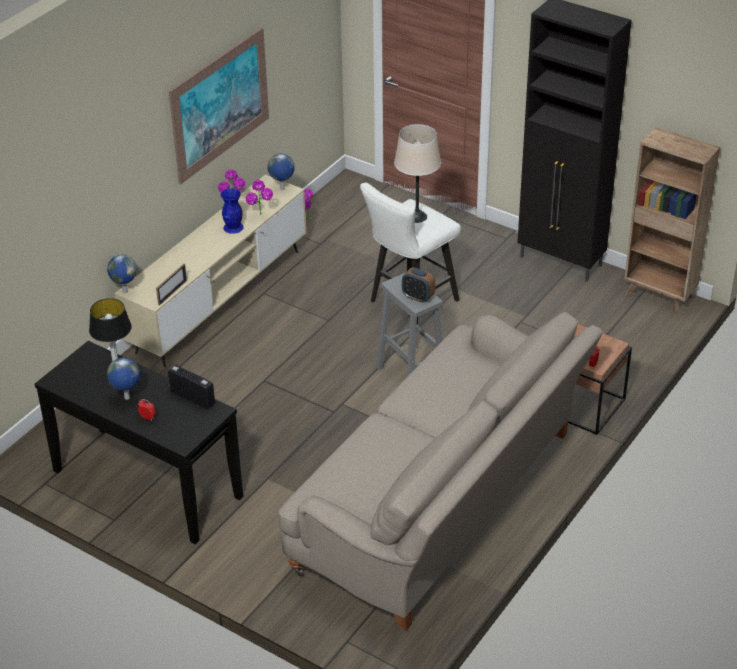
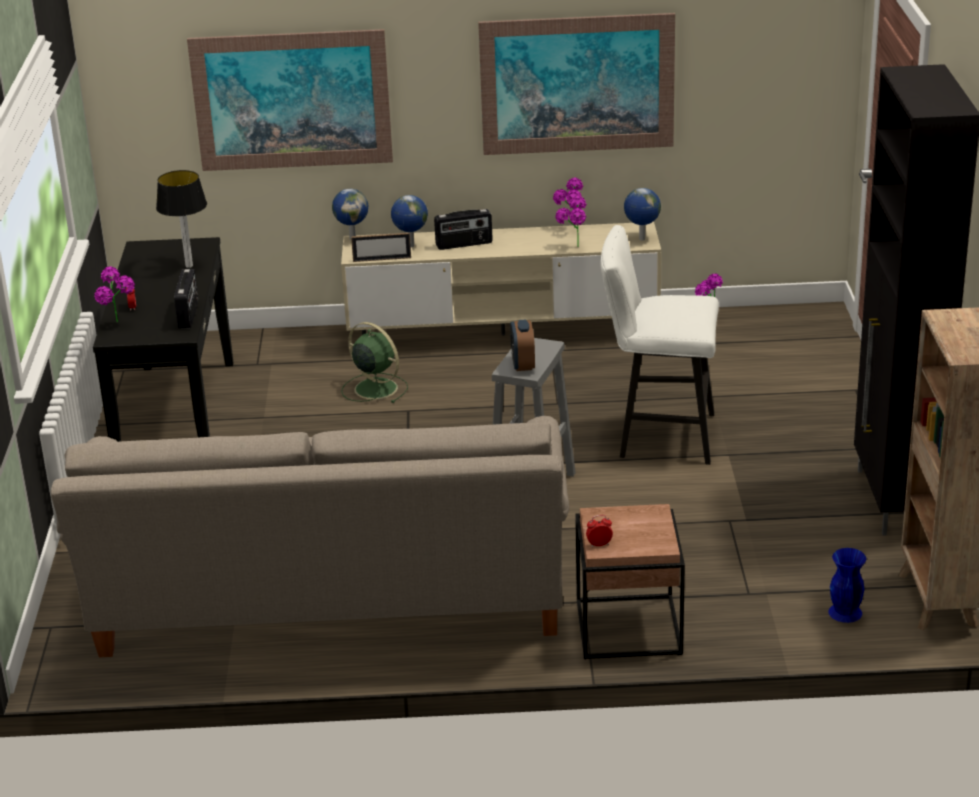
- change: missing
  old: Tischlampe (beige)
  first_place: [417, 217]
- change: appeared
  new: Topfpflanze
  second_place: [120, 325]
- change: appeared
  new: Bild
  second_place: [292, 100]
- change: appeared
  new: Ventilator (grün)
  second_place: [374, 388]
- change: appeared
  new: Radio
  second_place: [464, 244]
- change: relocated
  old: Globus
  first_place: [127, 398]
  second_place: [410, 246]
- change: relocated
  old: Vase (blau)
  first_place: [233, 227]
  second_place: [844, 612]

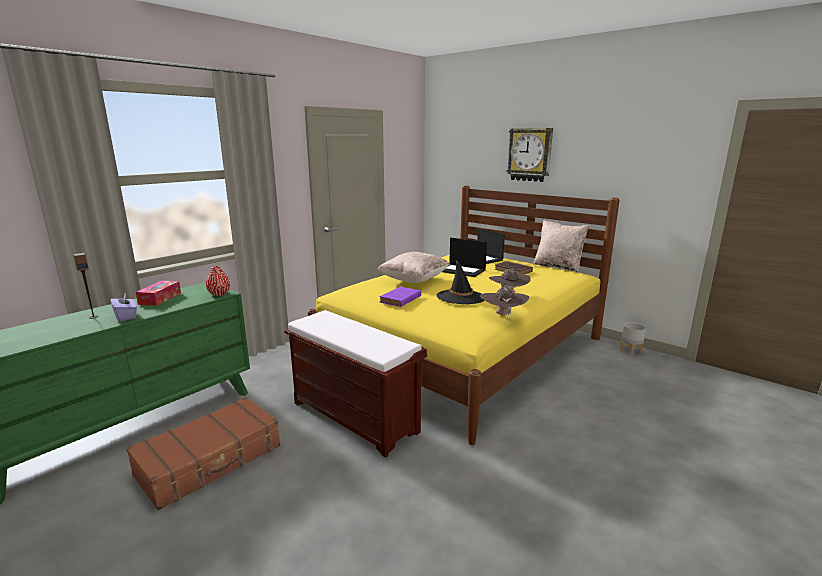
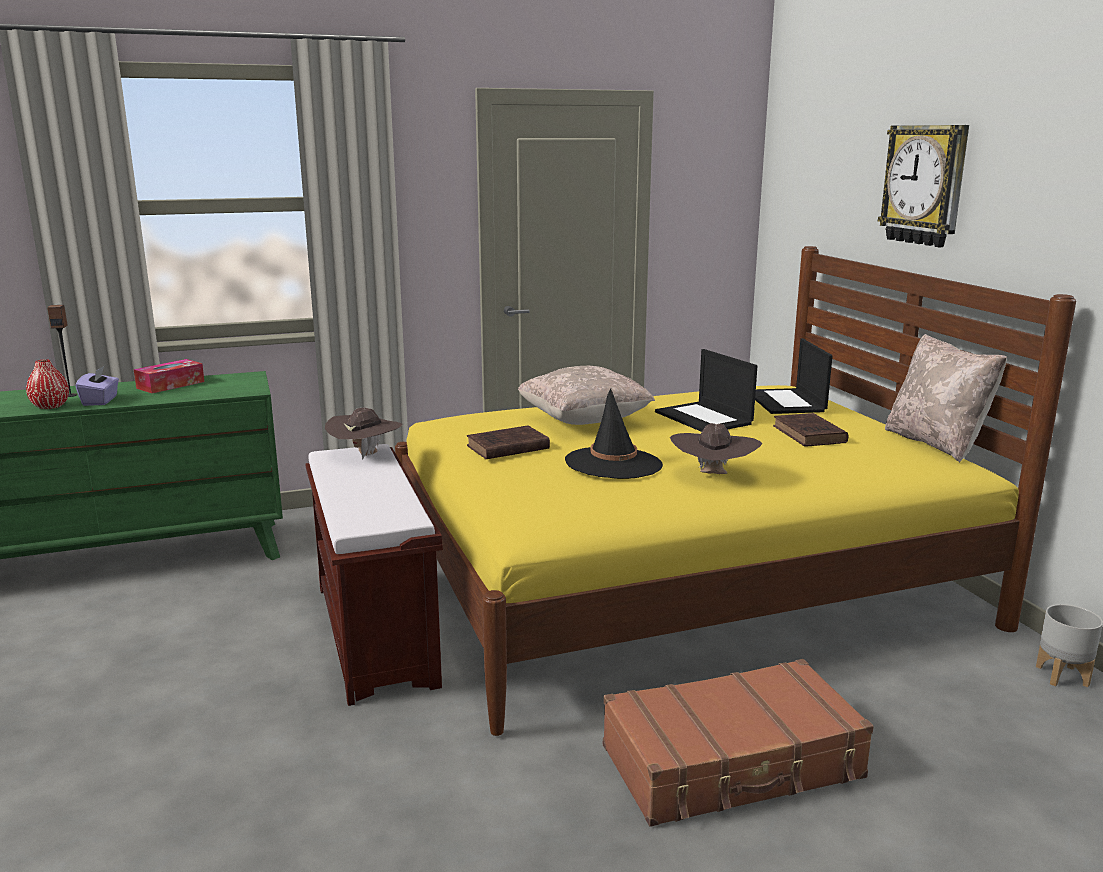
- change: relocated
  old: Koffer (braun)
  first_place: [210, 460]
  second_place: [733, 763]
- change: relocated
  old: Vase (rot)
  first_place: [219, 294]
  second_place: [50, 406]
- change: relocated
  old: Hut (braun)
  first_place: [503, 315]
  second_place: [365, 455]
- change: colour
  old: Buch (lila)
  new: Buch (braun)
  first_place: [400, 299]
  second_place: [506, 448]

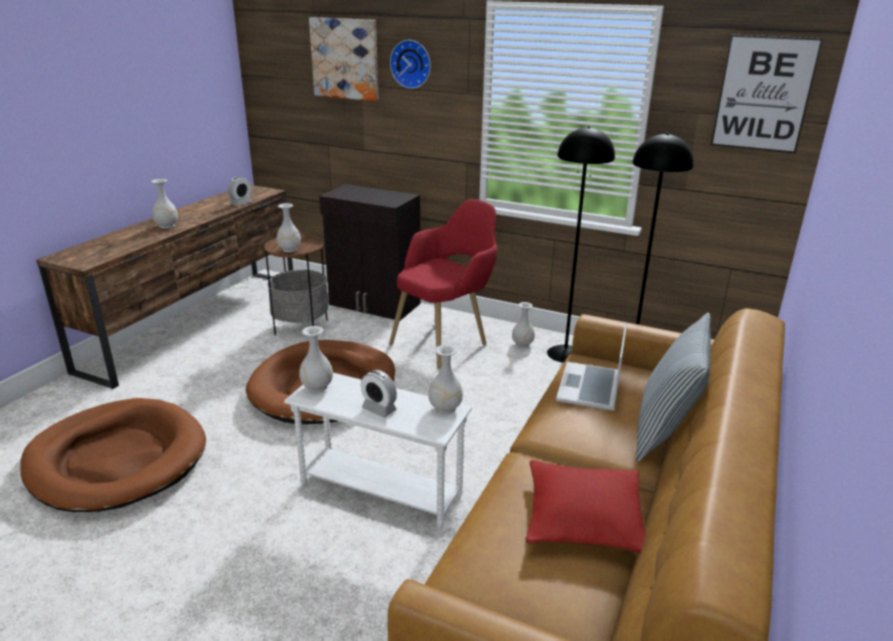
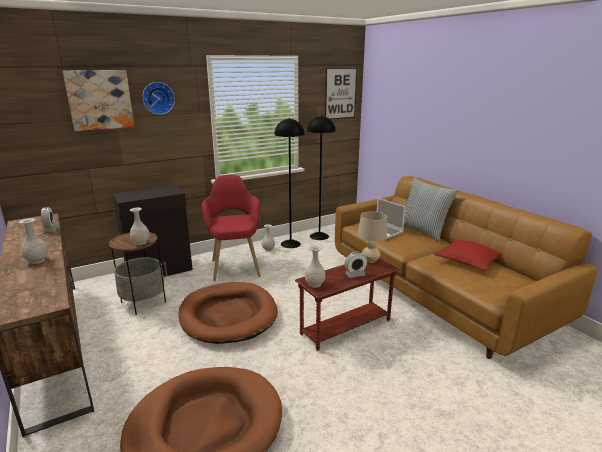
- change: exchanged
  old: Vase (weiß)
  new: Tischlampe (beige)
  first_place: [445, 408]
  second_place: [370, 260]
- change: colour
  old: Beistelltisch (weiß)
  new: Beistelltisch (braun)
  first_place: [381, 489]
  second_place: [345, 327]

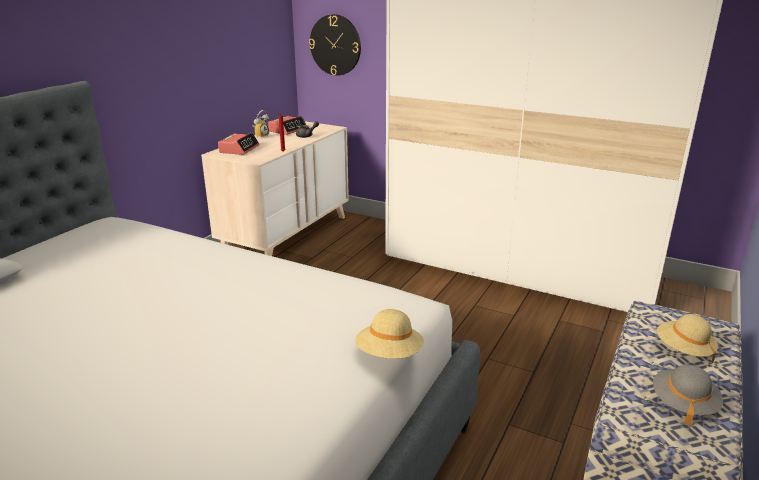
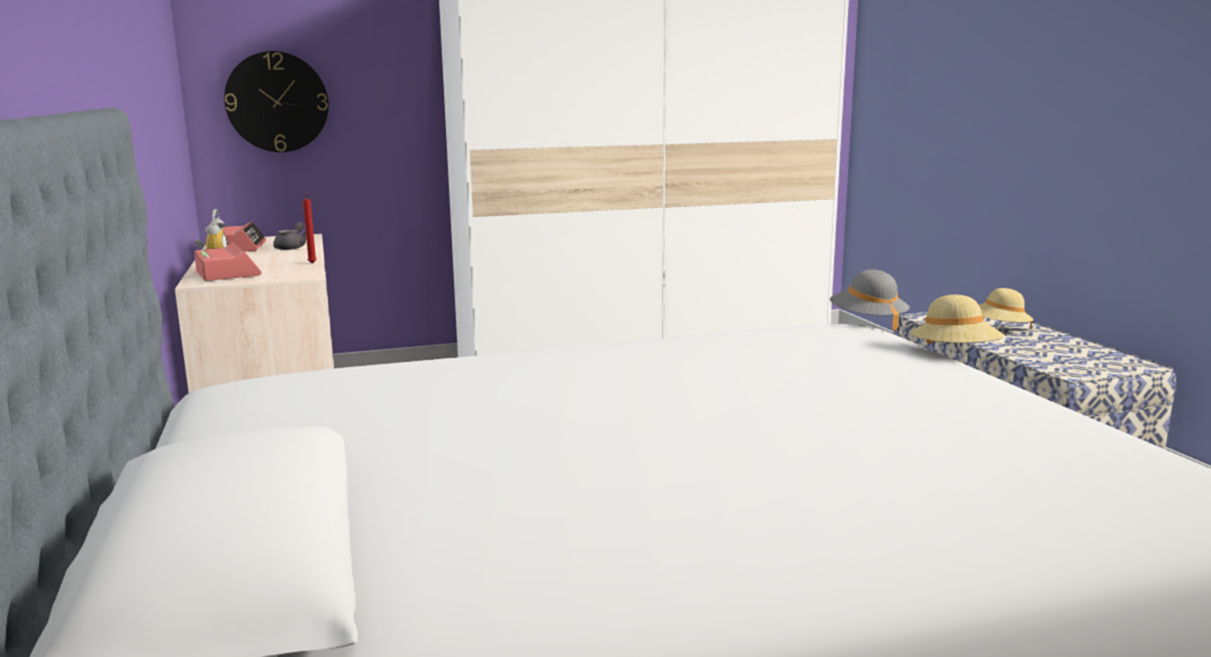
- change: relocated
  old: Hut (grau)
  first_place: [683, 404]
  second_place: [867, 322]

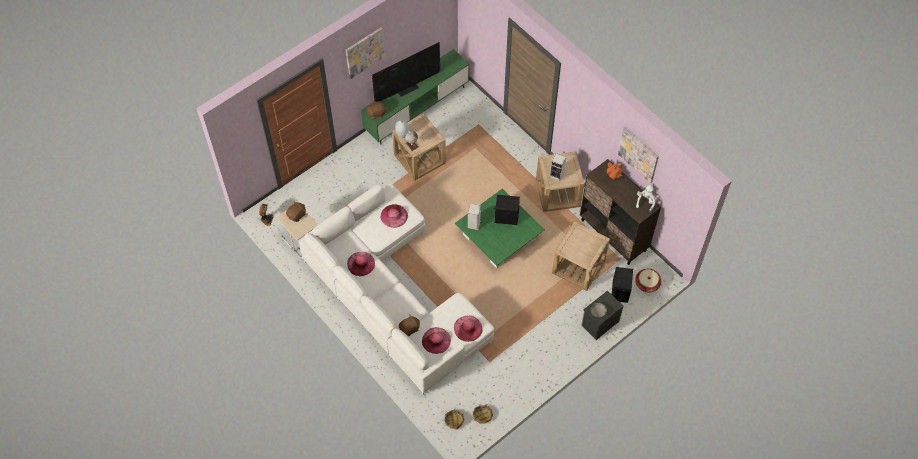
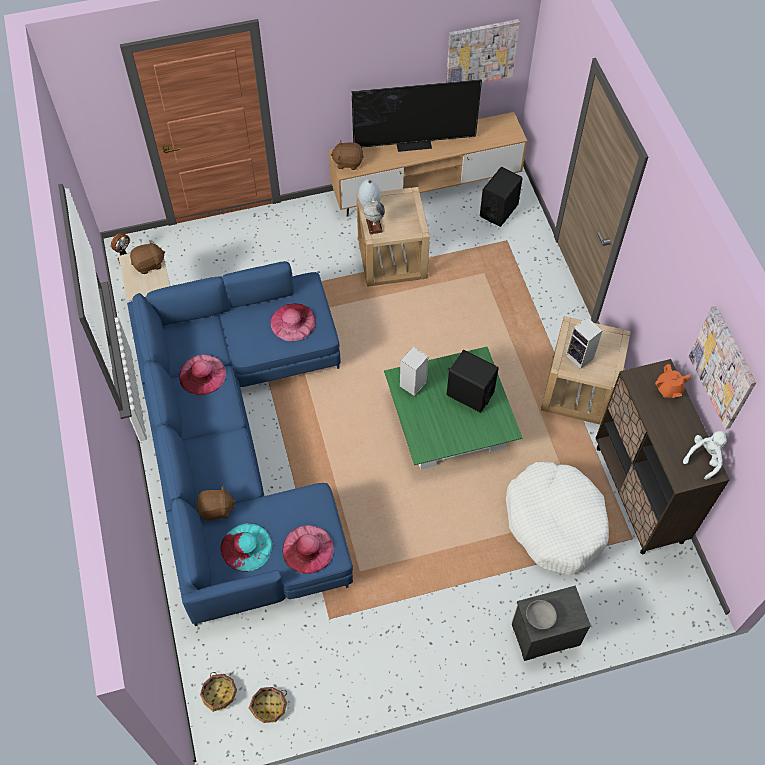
- change: missing
  old: Korb
  first_place: [647, 284]
- change: relocated
  old: Bild
  first_place: [364, 52]
  second_place: [481, 53]
- change: relocated
  old: Lautsprecher (schwarz)
  first_place: [620, 291]
  second_place: [498, 210]
- change: exchanged
  old: Beistelltisch (beige)
  new: Hundebett (weiß)
  first_place: [578, 267]
  second_place: [555, 522]
- change: colour
  old: Sofa (weiß)
  new: Sofa (blau)
  first_place: [392, 295]
  second_place: [239, 444]
- change: colour
  old: Fernsehschrank (grün)
  new: Fernsehschrank (braun)
  first_place: [417, 110]
  second_place: [426, 188]
- change: colour
  old: Hut (rosa)
  new: Hut (türkis)
  first_place: [436, 340]
  second_place: [246, 547]

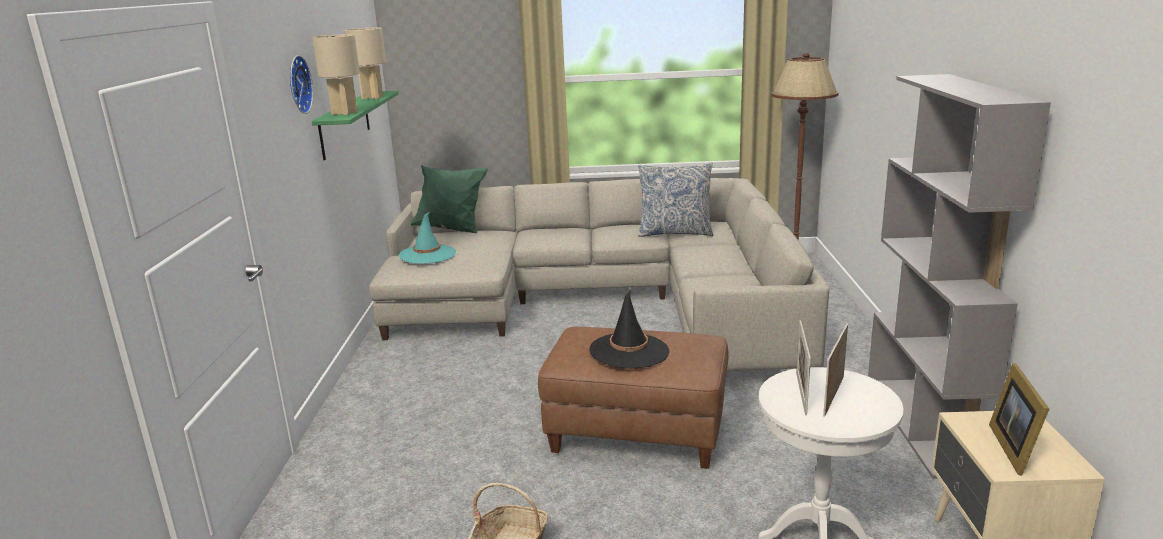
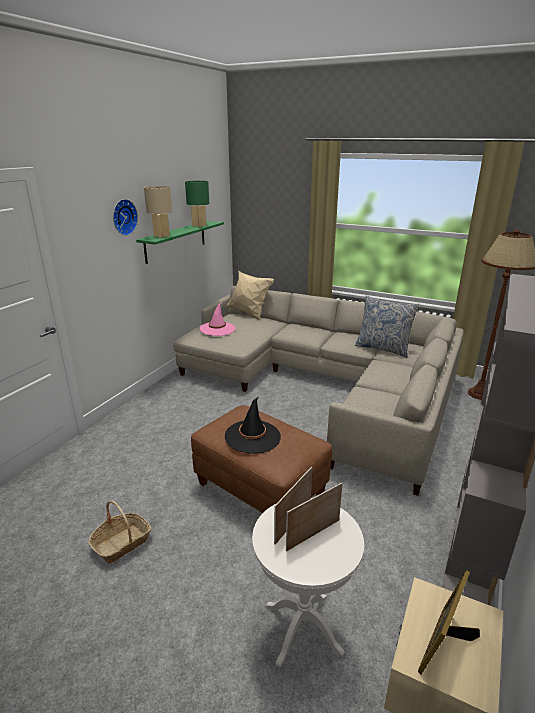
- change: colour
  old: Tischlampe (beige)
  new: Tischlampe (grün)
  first_place: [373, 97]
  second_place: [199, 226]
- change: colour
  old: Hut (türkis)
  new: Hut (rosa)
  first_place: [427, 254]
  second_place: [217, 329]
- change: colour
  old: Kissen (grün)
  new: Kissen (beige)
  first_place: [451, 229]
  second_place: [248, 314]

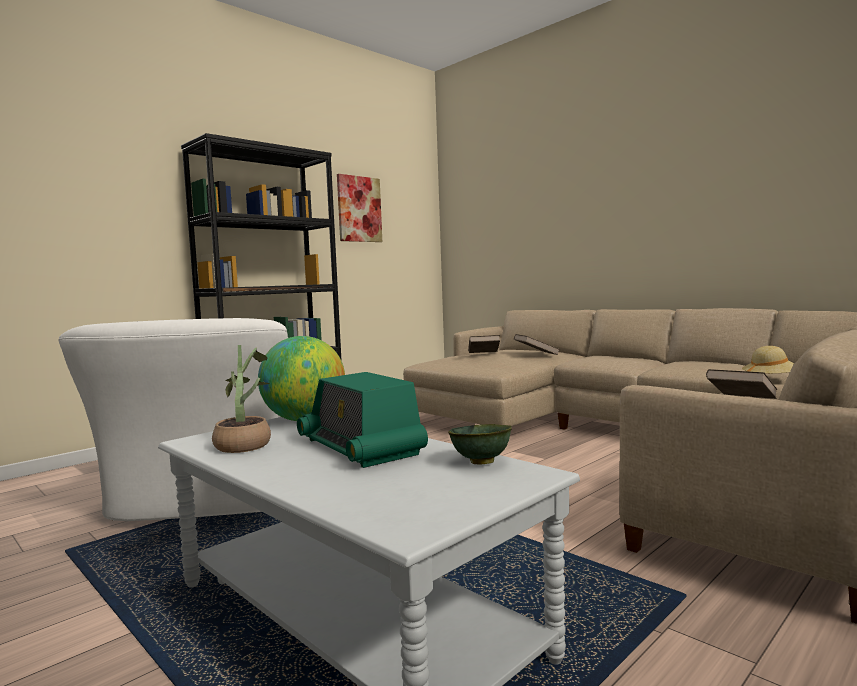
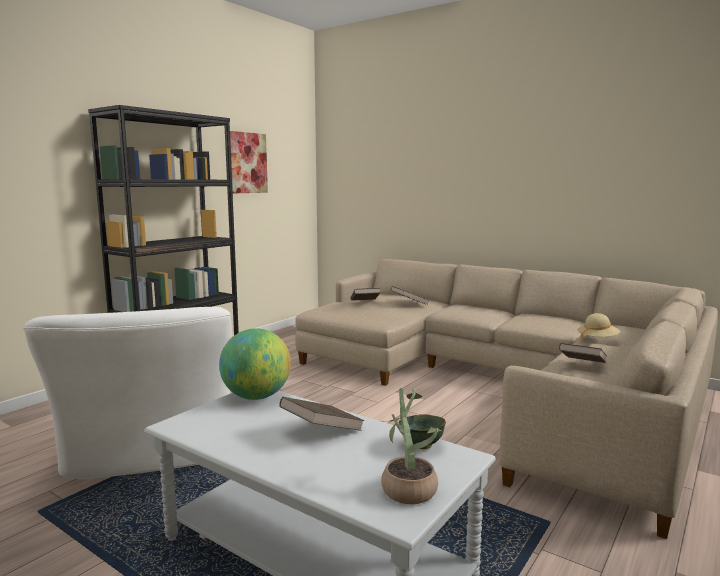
- change: relocated
  old: Topfpflanze
  first_place: [244, 444]
  second_place: [407, 487]
- change: exchanged
  old: Radio
  new: Buch (braun)
  first_place: [360, 447]
  second_place: [322, 431]

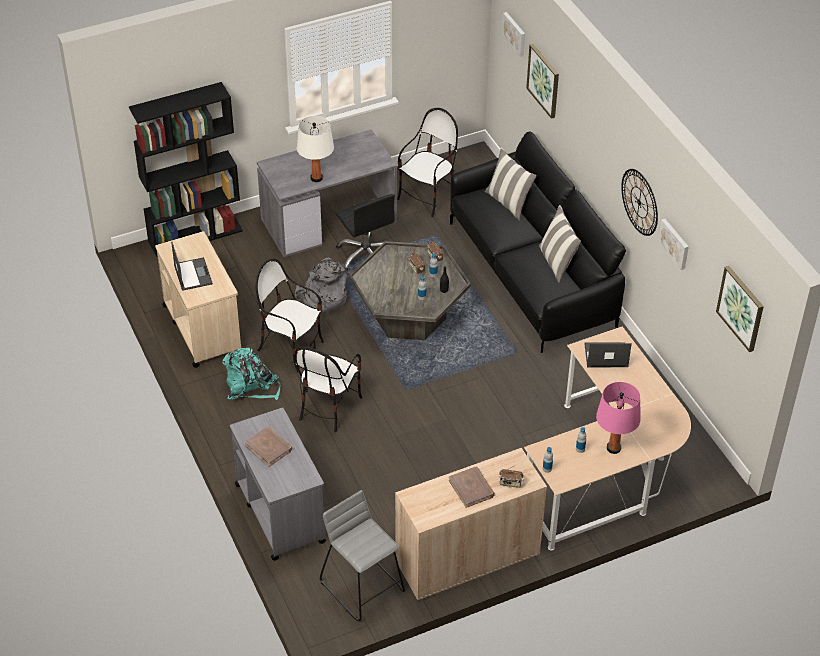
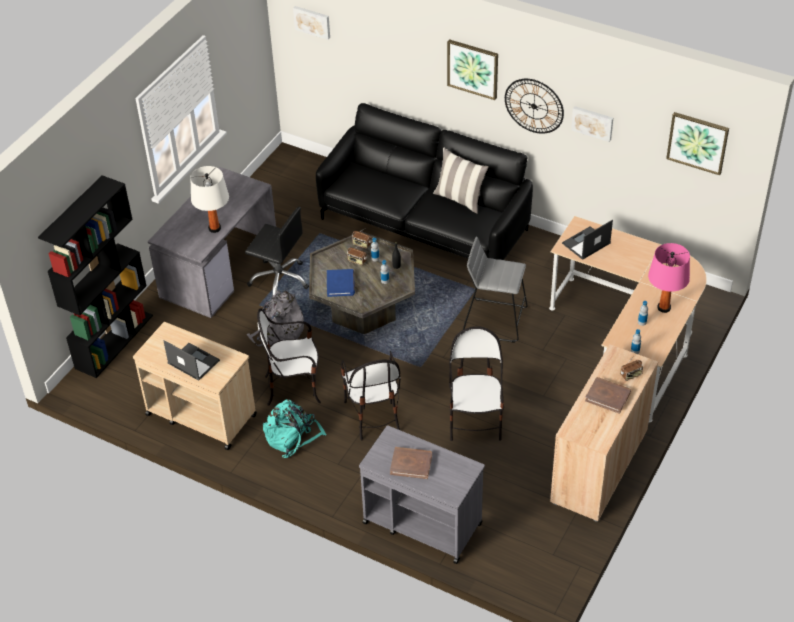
- change: missing
  old: Kissen
  first_place: [508, 203]
- change: appeared
  new: Buch (blau)
  second_place: [340, 284]
- change: relocated
  old: Hocker (grau)
  first_place: [363, 586]
  second_place: [495, 320]
- change: relocated
  old: Stuhl
  first_place: [428, 196]
  second_place: [475, 420]
- change: relocated
  old: Bild
  first_place: [544, 80]
  second_place: [473, 68]

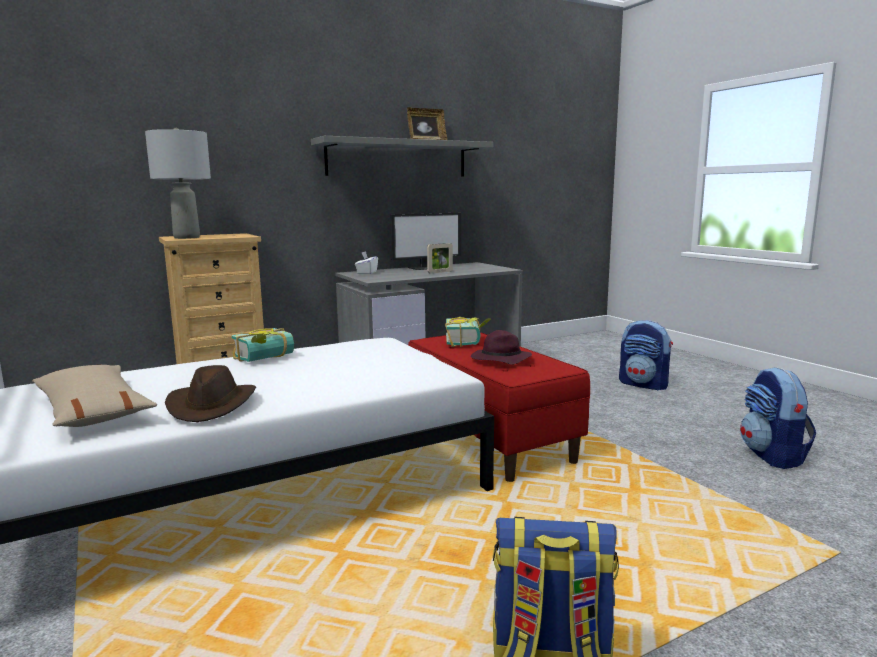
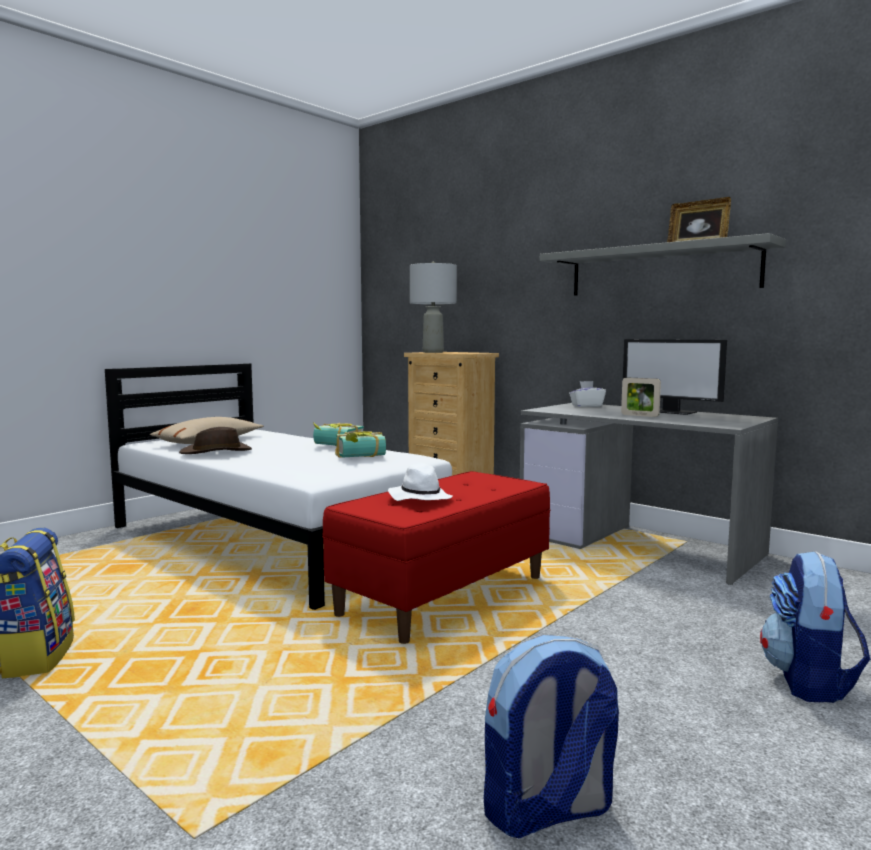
- change: relocated
  old: Buch
  first_place: [467, 342]
  second_place: [362, 457]
- change: colour
  old: Hut (lila)
  new: Hut (weiß)
  first_place: [500, 360]
  second_place: [419, 498]

